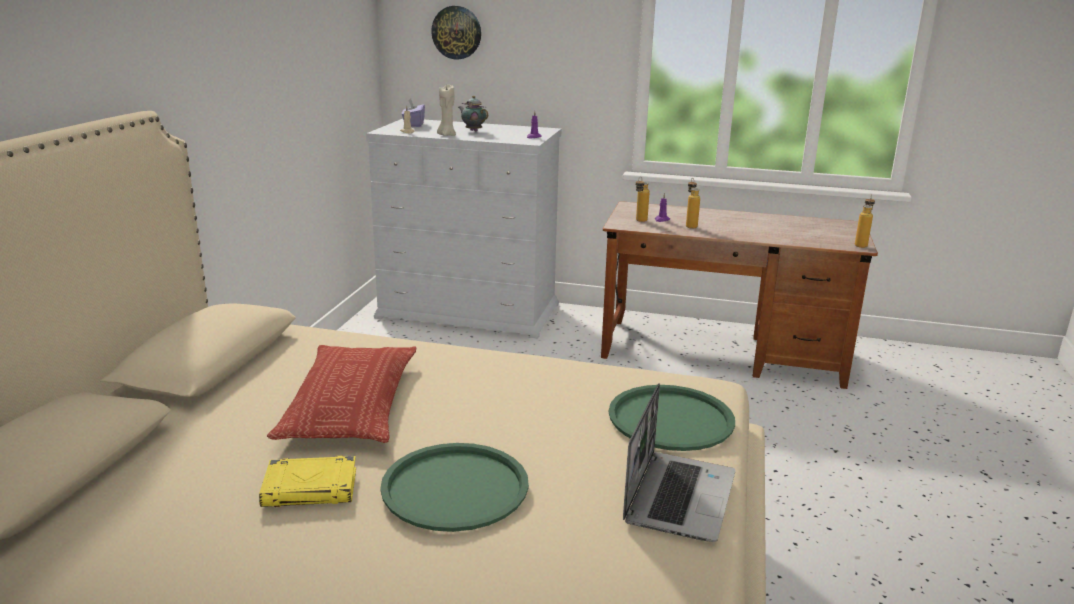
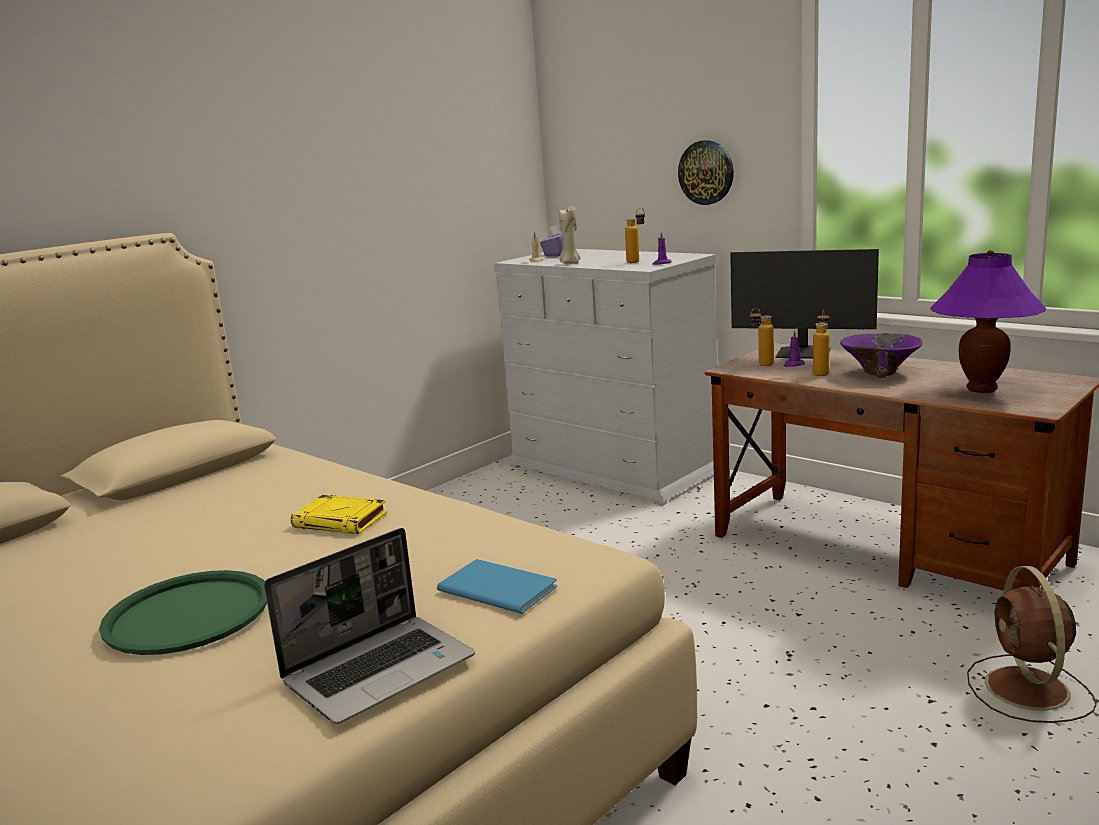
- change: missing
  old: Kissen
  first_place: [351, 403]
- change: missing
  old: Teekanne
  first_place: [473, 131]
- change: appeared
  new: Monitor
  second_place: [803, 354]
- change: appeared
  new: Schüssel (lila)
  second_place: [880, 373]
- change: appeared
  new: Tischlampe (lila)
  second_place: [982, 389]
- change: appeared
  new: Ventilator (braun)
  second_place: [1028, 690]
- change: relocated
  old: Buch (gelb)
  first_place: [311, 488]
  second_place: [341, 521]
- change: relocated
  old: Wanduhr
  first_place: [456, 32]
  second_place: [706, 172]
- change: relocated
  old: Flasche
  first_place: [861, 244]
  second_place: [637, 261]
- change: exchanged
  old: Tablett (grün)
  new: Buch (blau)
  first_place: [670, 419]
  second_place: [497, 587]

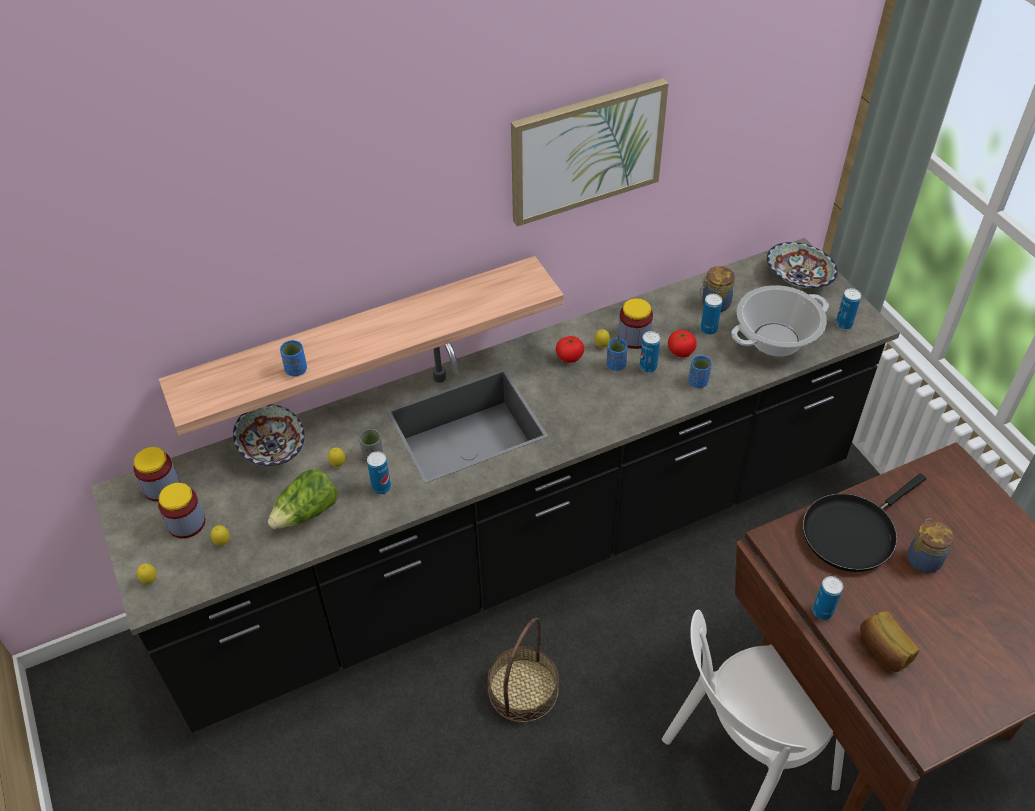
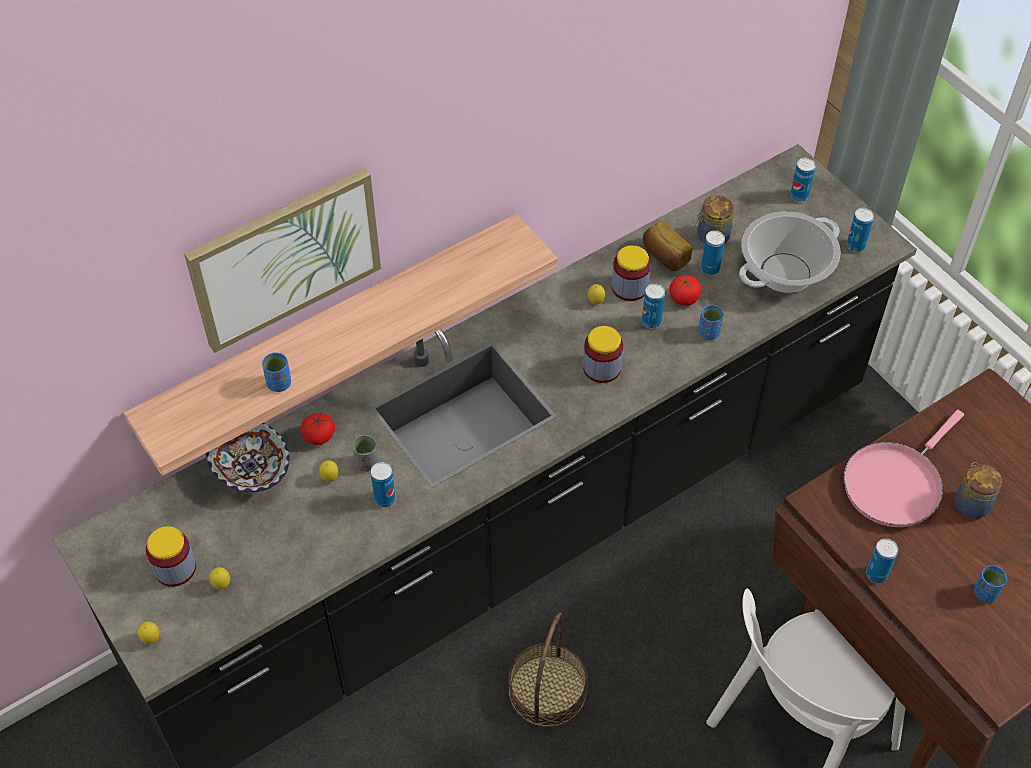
- change: missing
  old: Salatkopf
  first_place: [307, 513]
- change: relocated
  old: Vorratsglas
  first_place: [161, 487]
  second_place: [602, 368]
- change: relocated
  old: Bild
  first_place: [586, 151]
  second_place: [285, 257]
- change: relocated
  old: Tomate
  first_place: [569, 357]
  second_place: [319, 436]
- change: relocated
  old: Tasse (blau)
  first_place: [616, 365]
  second_place: [985, 593]
- change: relocated
  old: Brot
  first_place: [883, 649]
  second_place: [664, 256]
- change: exchanged
  old: Schüssel
  new: Dose
  first_place: [798, 279]
  second_place: [799, 196]
- change: colour
  old: Pfanne (schwarz)
  new: Pfanne (rosa)
  first_place: [852, 532]
  second_place: [895, 483]

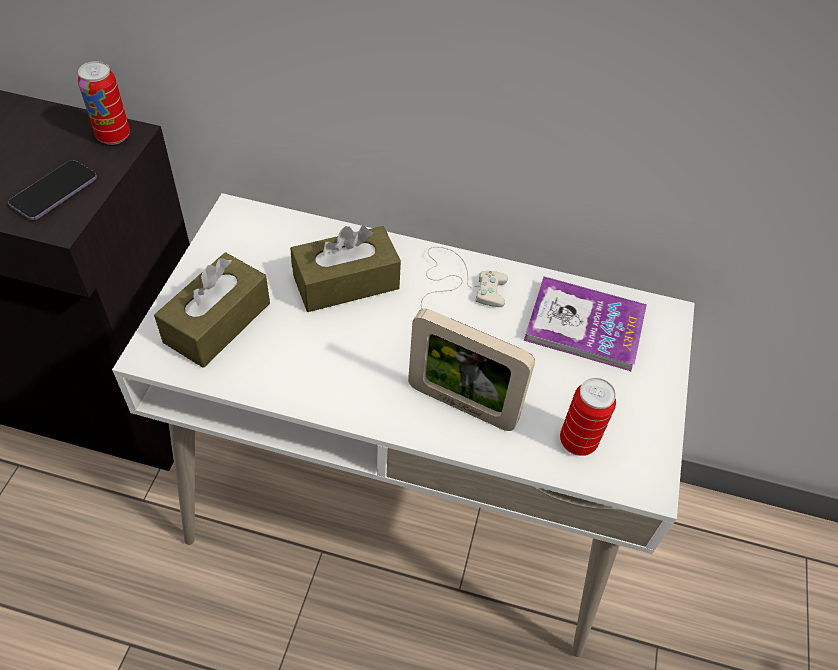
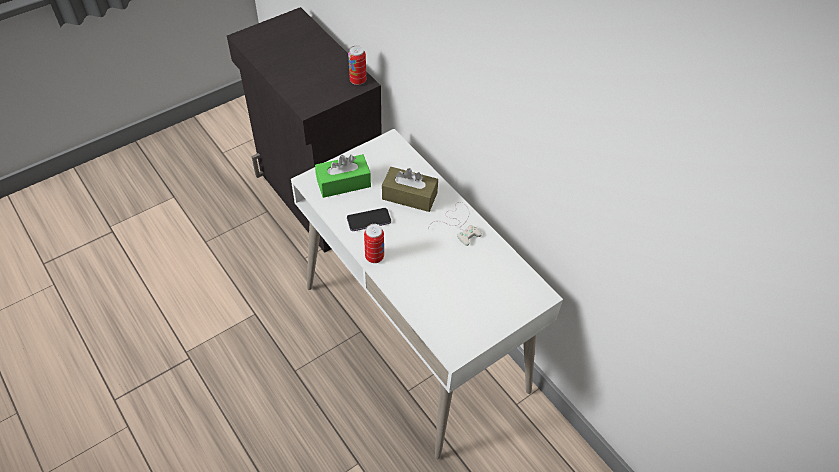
- change: missing
  old: Bilderrahmen
  first_place: [462, 405]
- change: missing
  old: Buch
  first_place: [584, 325]
- change: relocated
  old: Handy
  first_place: [54, 192]
  second_place: [369, 220]
- change: relocated
  old: Dose
  first_place: [578, 441]
  second_place: [374, 257]
- change: colour
  old: Taschentuchbox (braun)
  new: Taschentuchbox (grün)
  first_place: [217, 322]
  second_place: [343, 183]

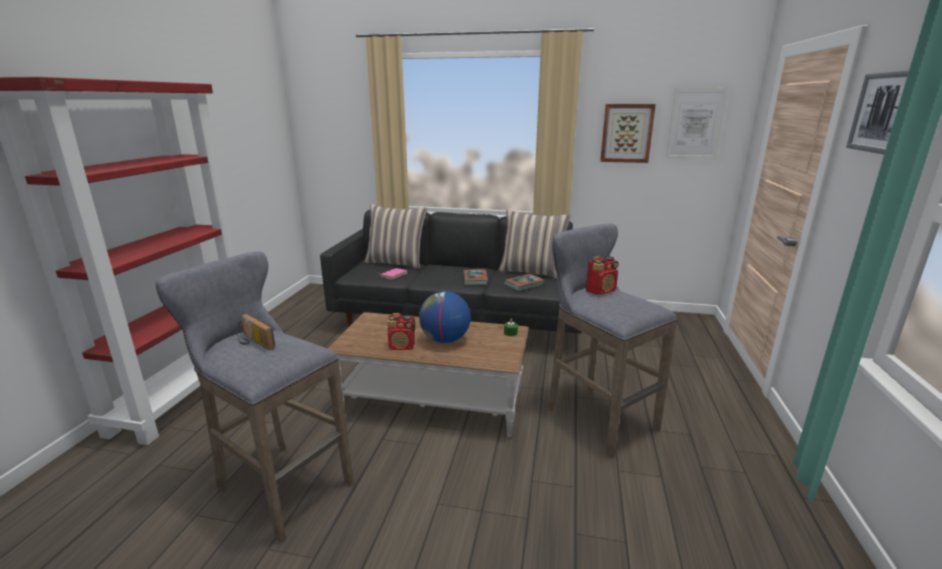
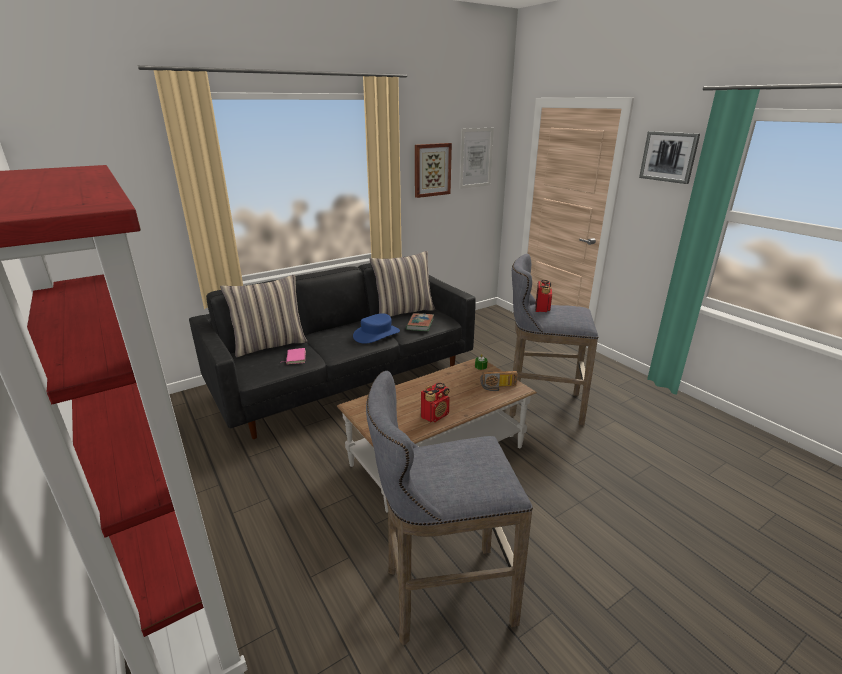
- change: missing
  old: Globus
  first_place: [445, 340]
- change: relocated
  old: Radio
  first_place: [253, 342]
  second_place: [498, 387]
- change: exchanged
  old: Buch
  new: Hut (blau)
  first_place: [475, 280]
  second_place: [376, 334]

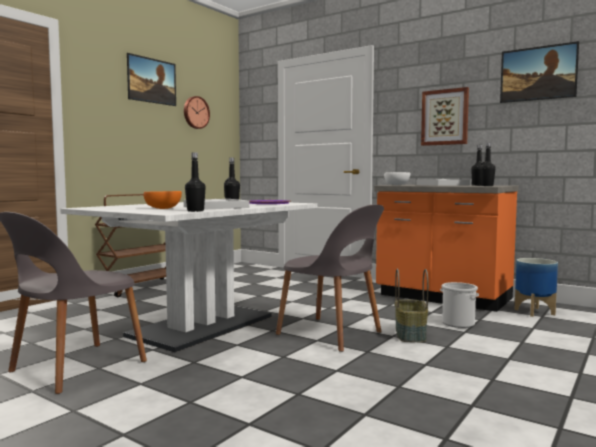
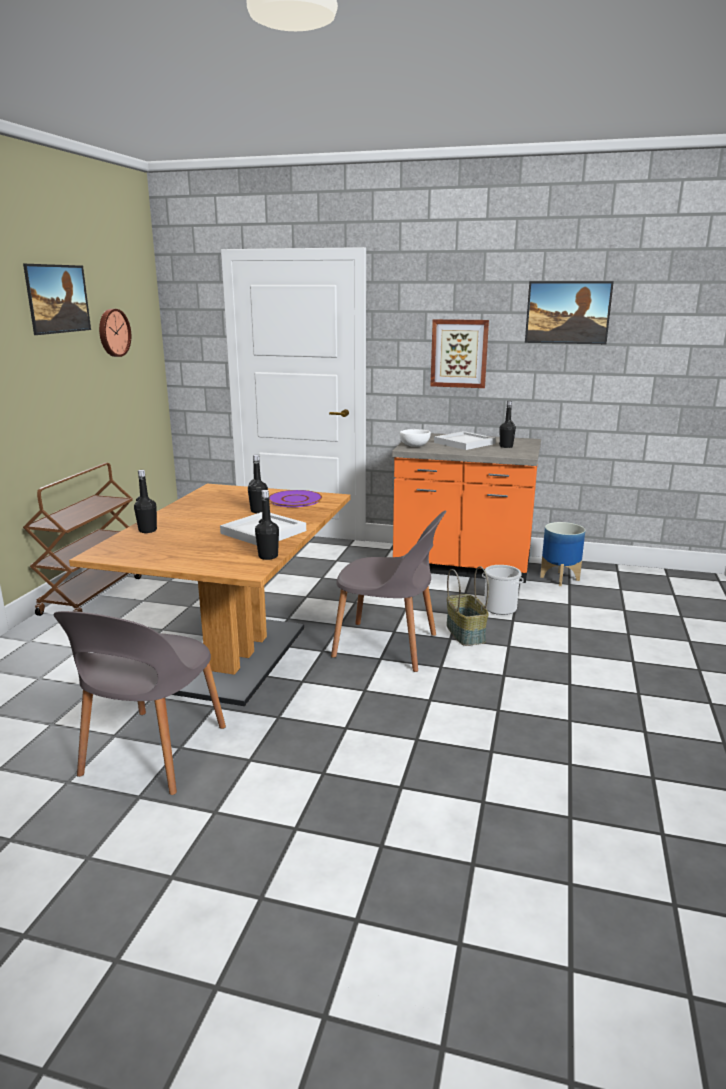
- change: missing
  old: Schüssel (orange)
  first_place: [163, 208]
- change: relocated
  old: Flasche (schwarz)
  first_place: [486, 186]
  second_place: [147, 530]
- change: colour
  old: Esstisch (weiß)
  new: Esstisch (braun)
  first_place: [202, 326]
  second_place: [237, 658]

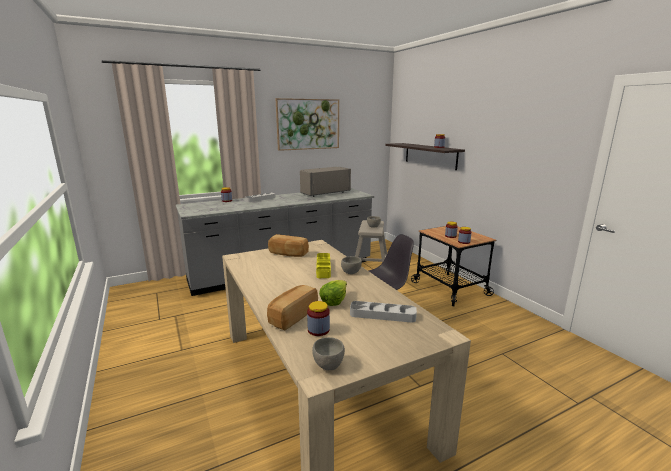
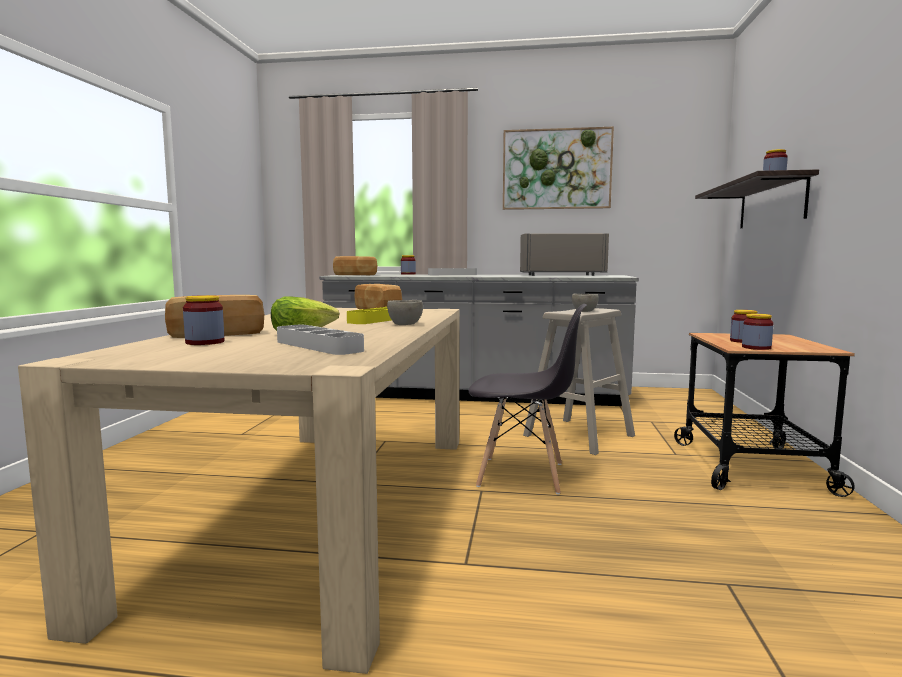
- change: missing
  old: Schüssel (grau)
  first_place: [327, 365]
- change: appeared
  new: Brot
  second_place: [355, 275]

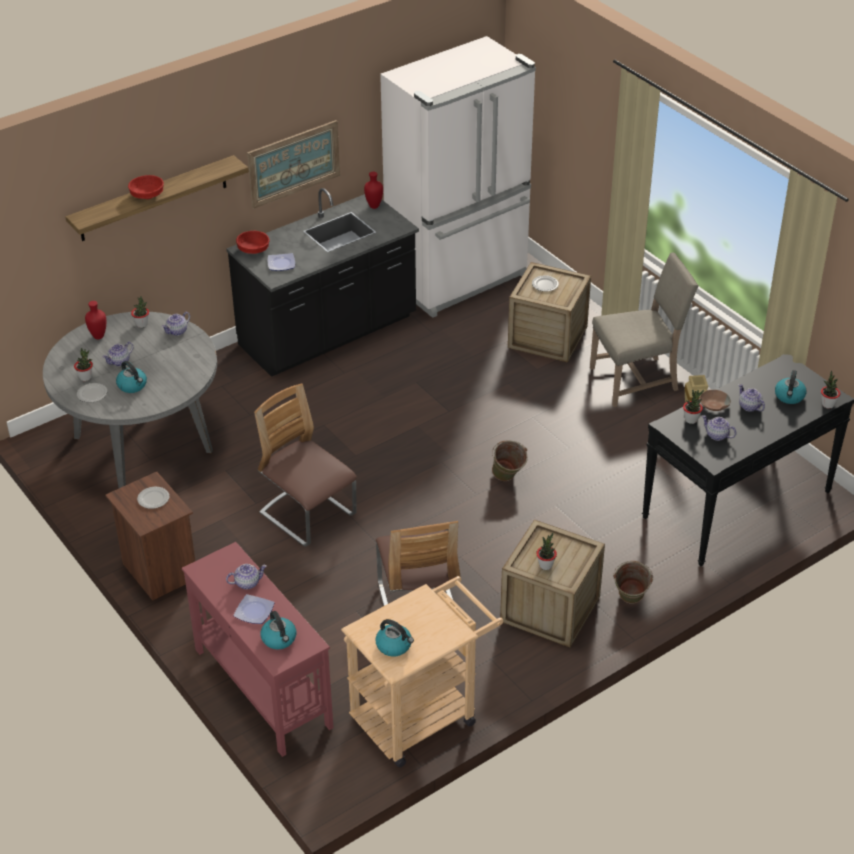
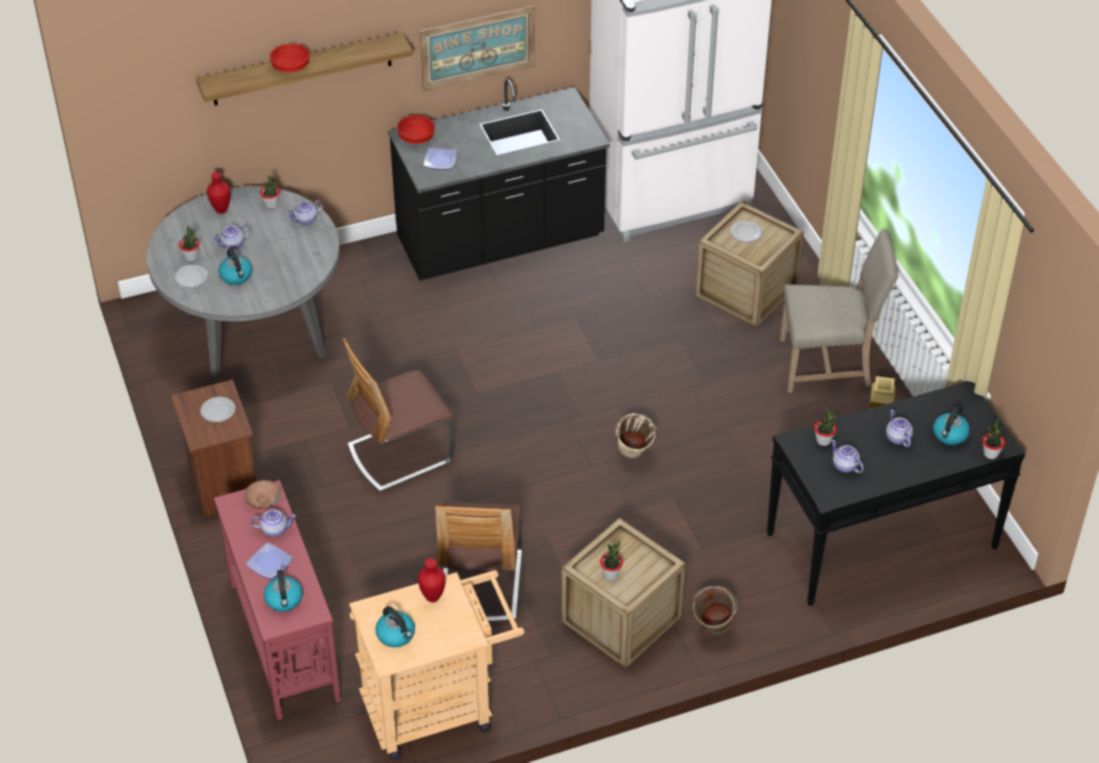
- change: relocated
  old: Vase (rot)
  first_place: [374, 206]
  second_place: [433, 597]
- change: relocated
  old: Schüssel (braun)
  first_place: [713, 405]
  second_place: [262, 499]
- change: colour
  old: Eimer (grün)
  new: Eimer (beige)
  first_place: [507, 479]
  second_place: [633, 456]
- change: spun
  old: Stuhl
  first_place: [308, 515]
  second_place: [400, 454]
  degrees: -90

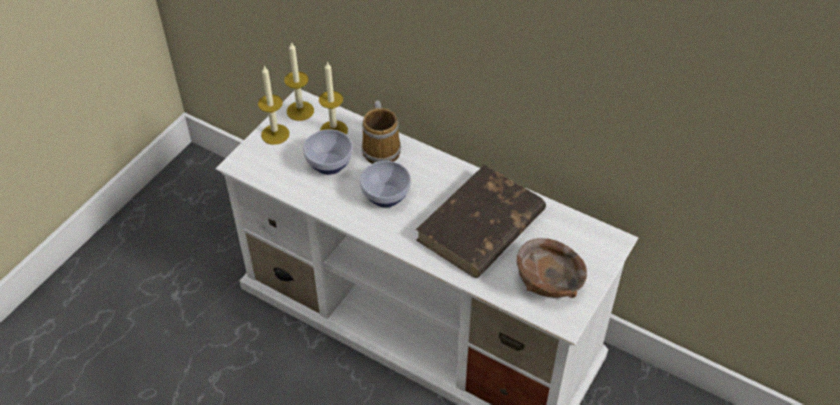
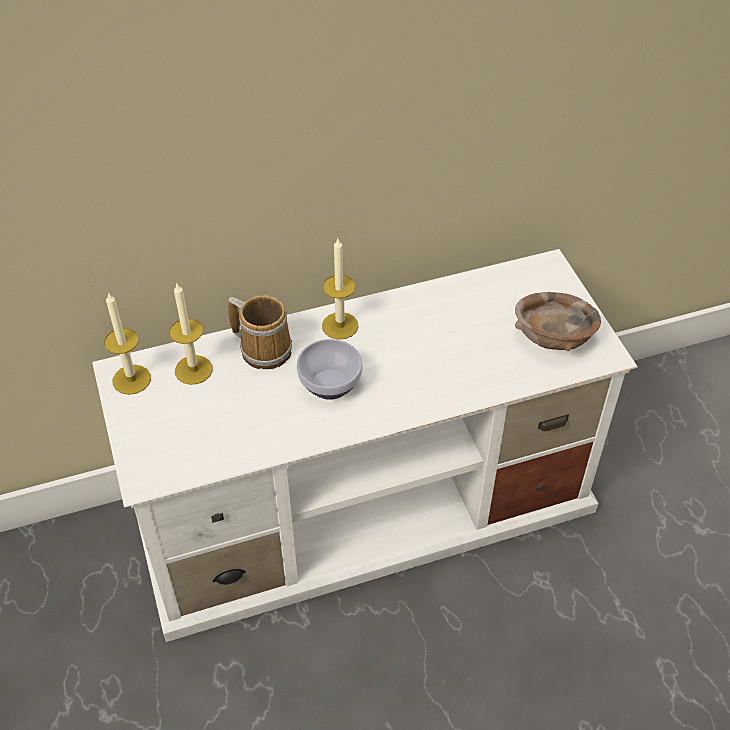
- change: missing
  old: Schüssel
  first_place: [330, 163]
- change: missing
  old: Buch (braun)
  first_place: [480, 226]
- change: relocated
  old: Kerze
  first_place: [275, 134]
  second_place: [340, 325]

